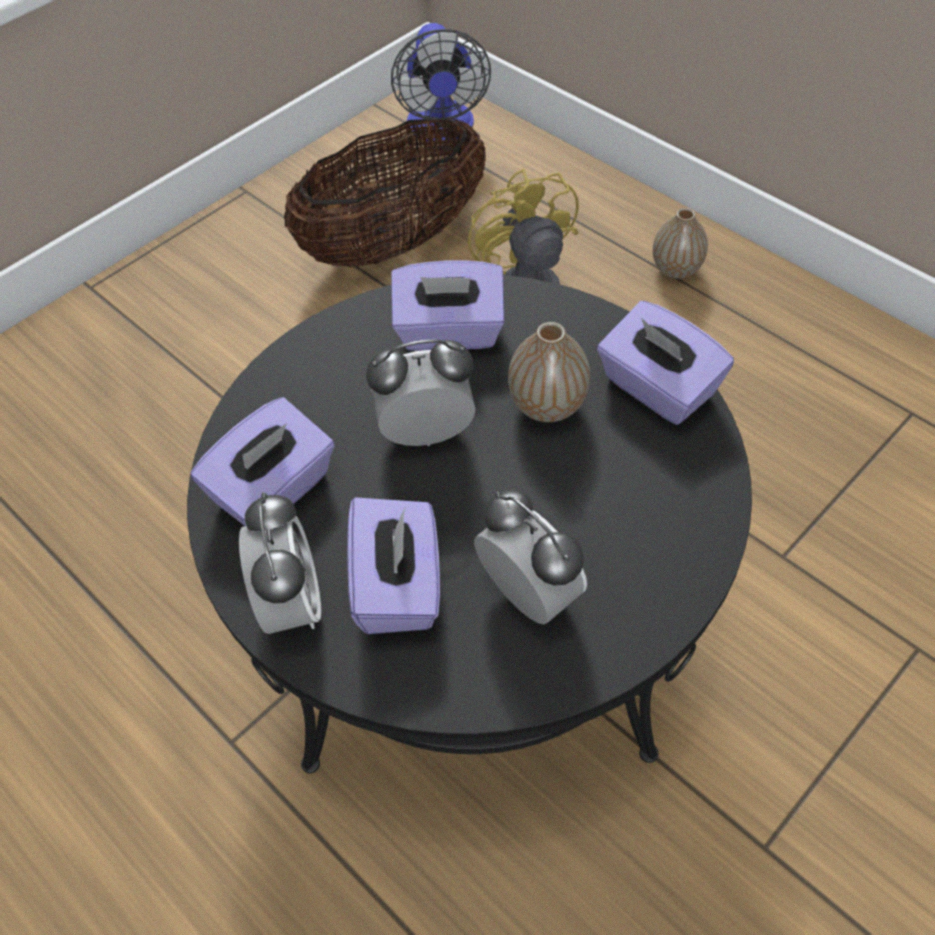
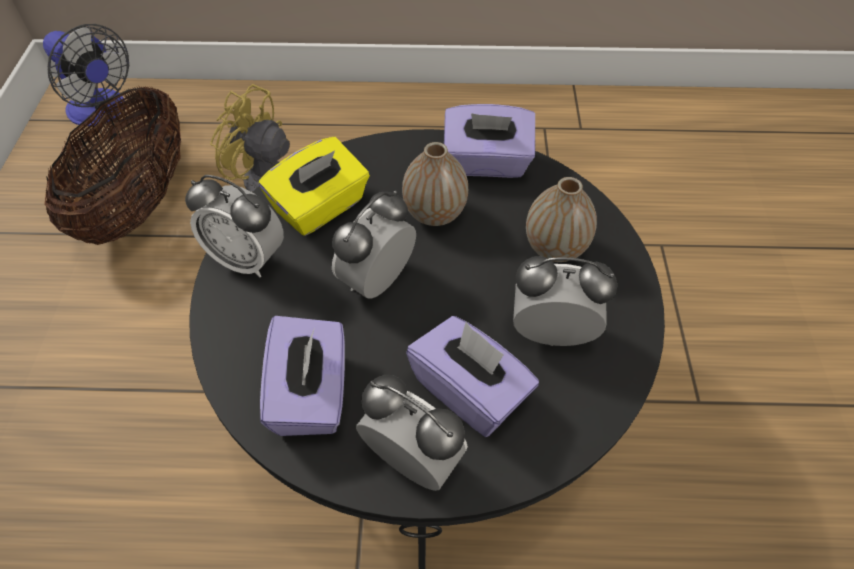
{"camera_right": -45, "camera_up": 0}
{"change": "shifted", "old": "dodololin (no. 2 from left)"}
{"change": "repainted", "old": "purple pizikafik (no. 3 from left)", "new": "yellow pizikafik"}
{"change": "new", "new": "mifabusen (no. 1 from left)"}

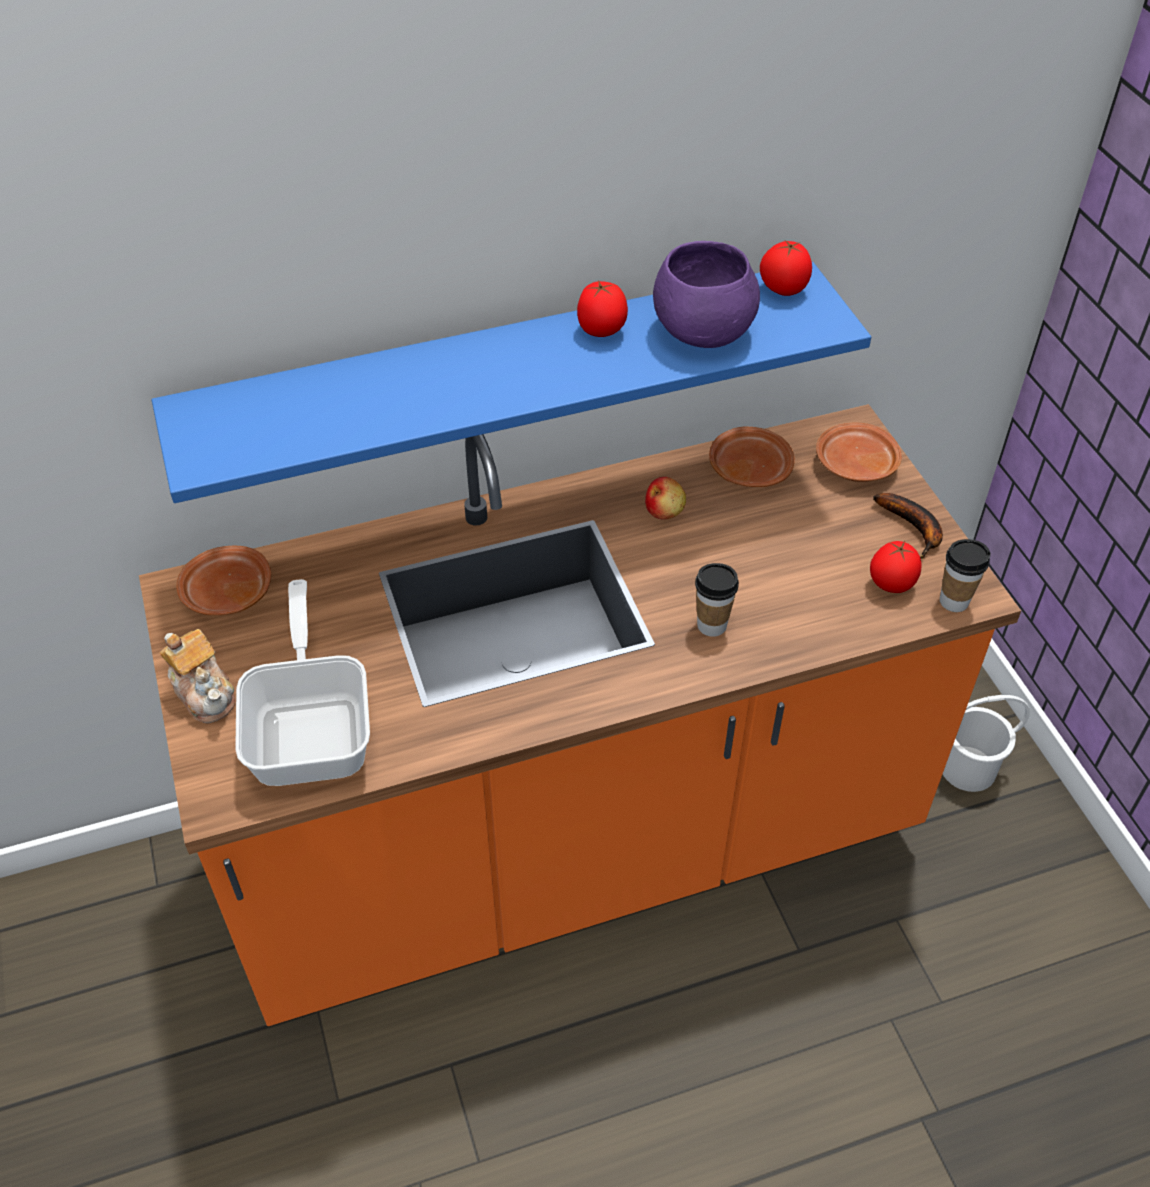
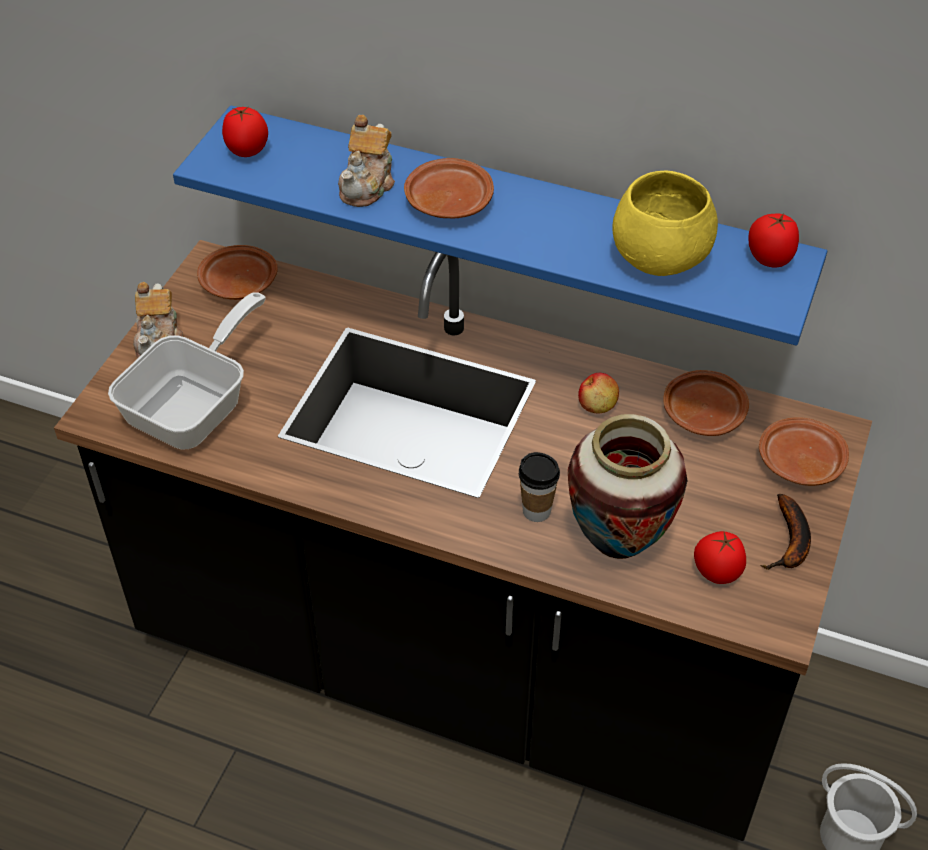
{"camera_right": 40, "camera_up": 0}
{"change": "repainted", "old": "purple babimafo", "new": "yellow babimafo"}
{"change": "shifted", "old": "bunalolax (no. 1 from left)"}
{"change": "repainted", "old": "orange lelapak", "new": "black lelapak"}
{"change": "gone", "old": "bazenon (no. 2 from left)"}
{"change": "new", "new": "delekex (no. 2 from left)"}
{"change": "new", "new": "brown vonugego (no. 2 from left)"}
{"change": "new", "new": "dodololin"}

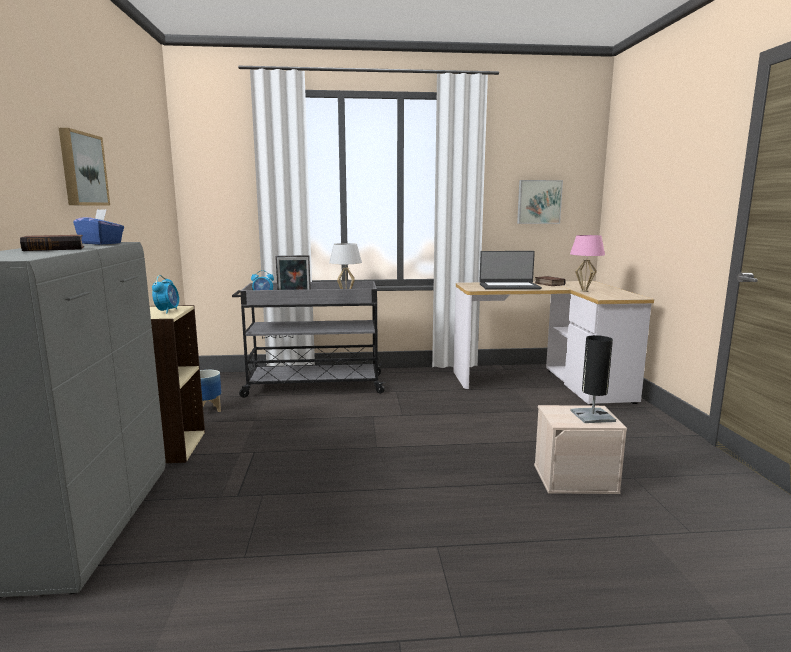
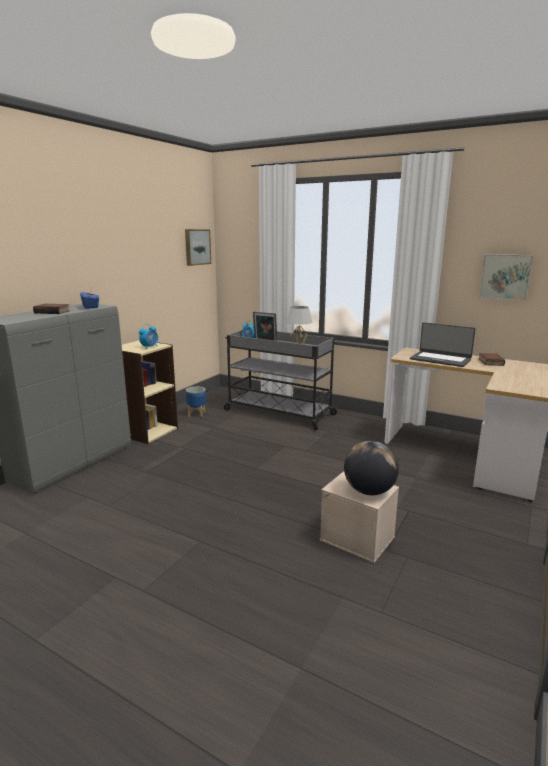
{"camera_right": 35, "camera_up": 5}
{"change": "shifted", "old": "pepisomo (no. 1 from left)"}
{"change": "gone", "old": "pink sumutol"}
{"change": "swapped", "old": "black sumutol", "new": "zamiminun"}

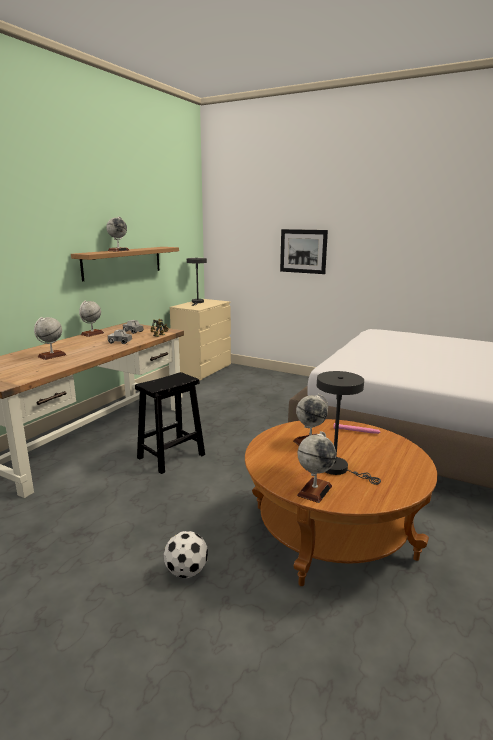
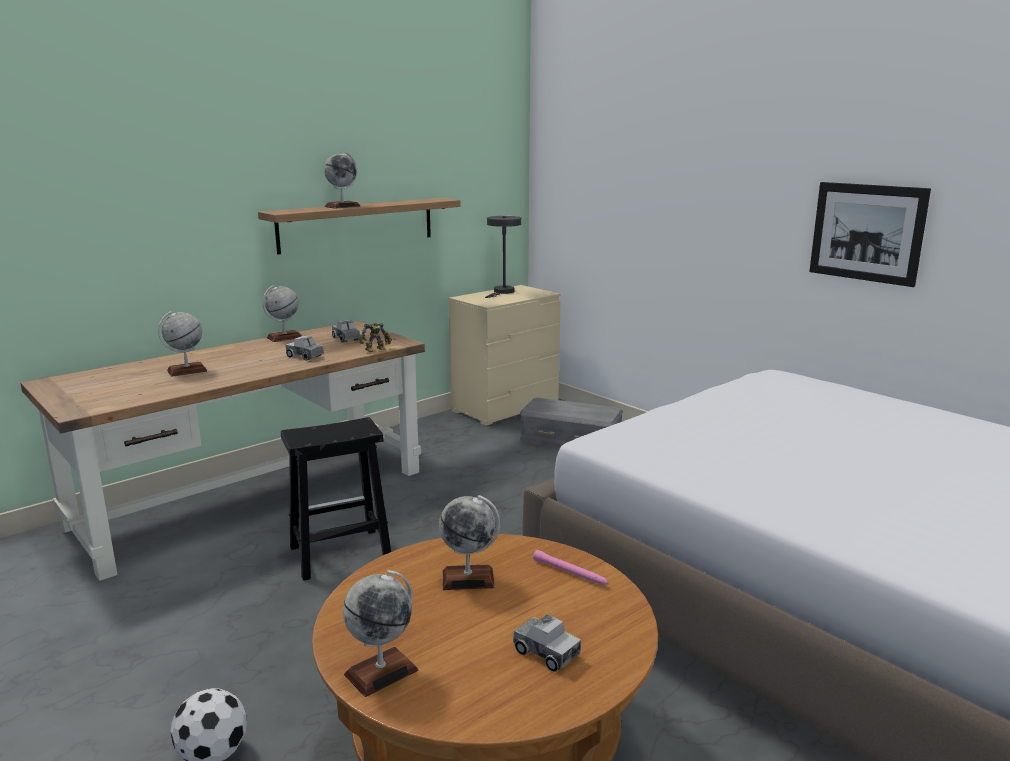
{"camera_right": 20, "camera_up": 0}
{"change": "shifted", "old": "pepisomo"}
{"change": "gone", "old": "grey sumutol (no. 2 from left)"}
{"change": "new", "new": "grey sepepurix"}
{"change": "new", "new": "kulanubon (no. 3 from left)"}

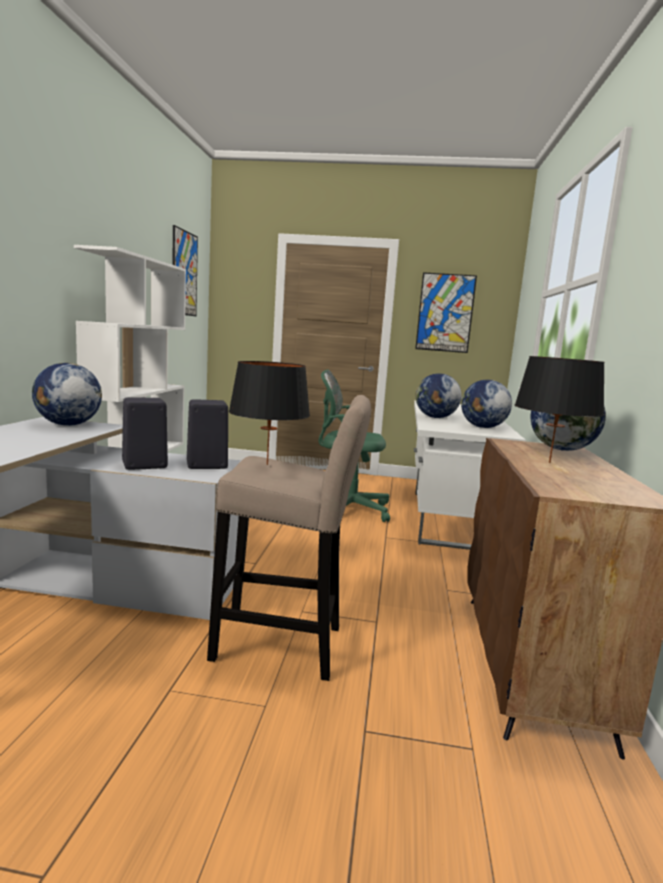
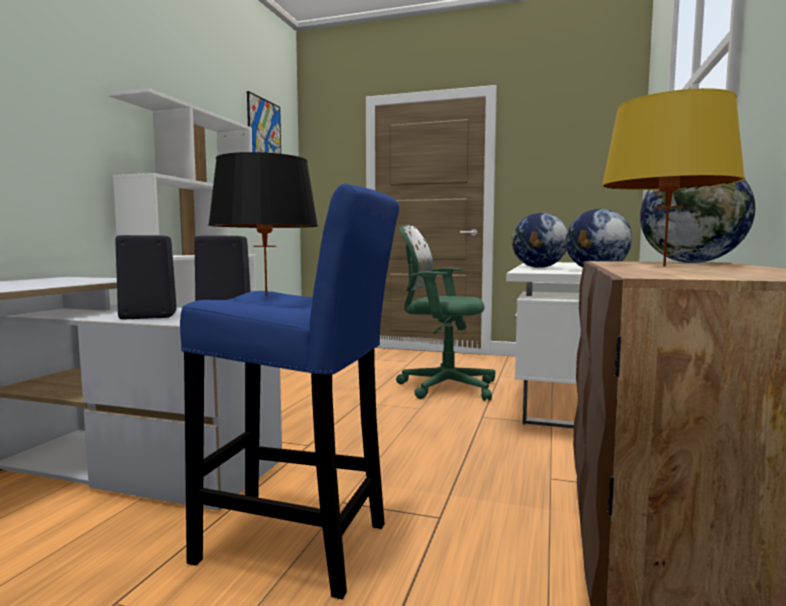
{"camera_right": 10, "camera_up": -5}
{"change": "gone", "old": "pepisomo (no. 2 from left)"}
{"change": "repainted", "old": "black sumutol (no. 2 from left)", "new": "yellow sumutol"}
{"change": "gone", "old": "zamiminun (no. 1 from left)"}
{"change": "repainted", "old": "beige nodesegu", "new": "blue nodesegu"}

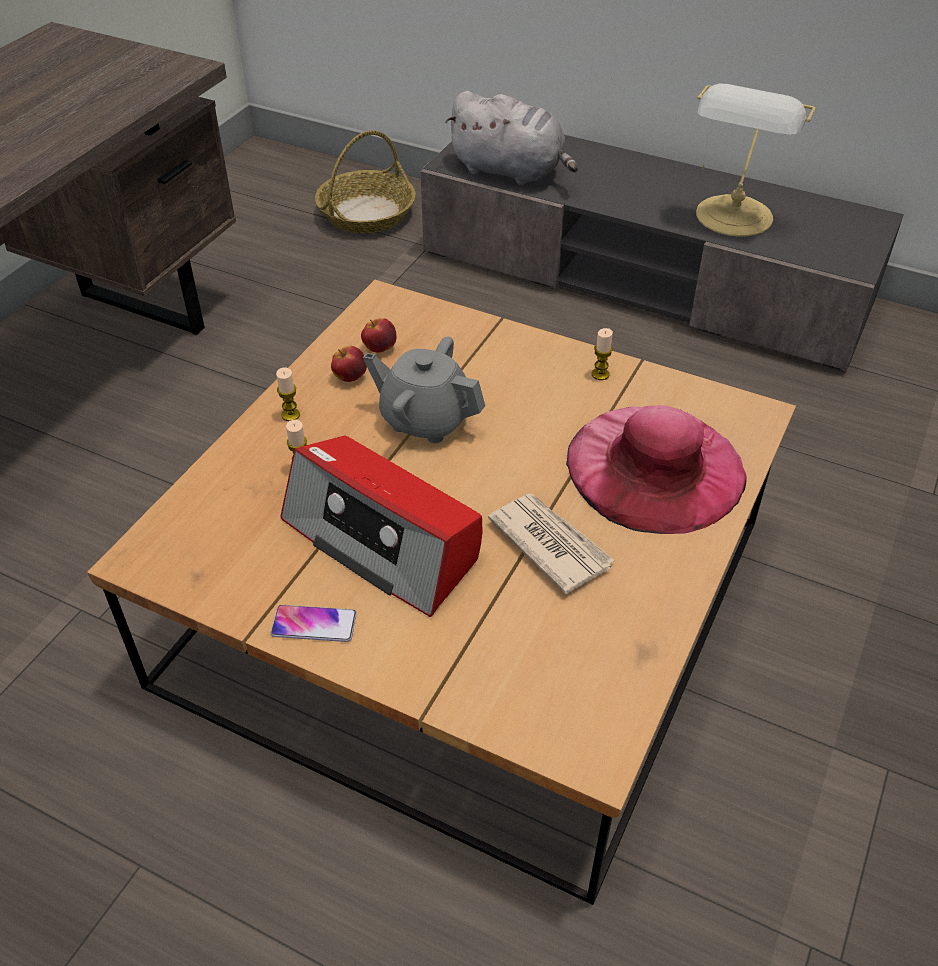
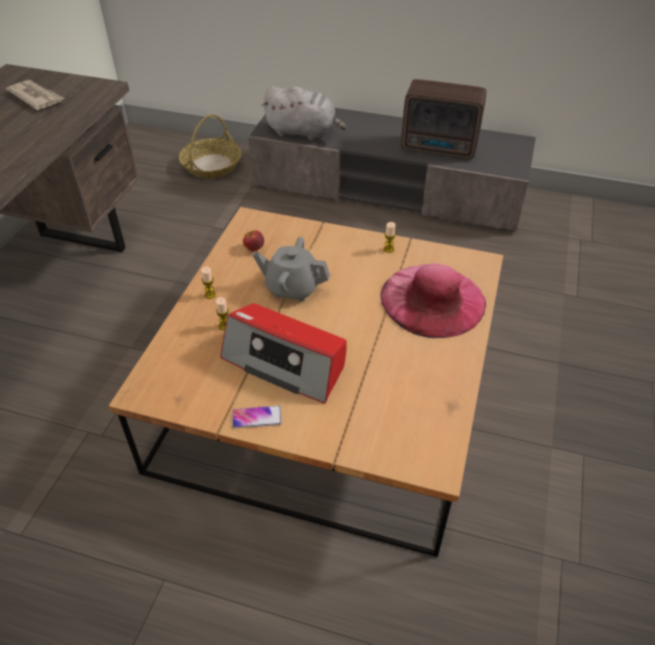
{"camera_right": -10, "camera_up": 0}
{"change": "swapped", "old": "sumutol", "new": "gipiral (no. 2 from left)"}
{"change": "gone", "old": "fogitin (no. 1 from left)"}
{"change": "shifted", "old": "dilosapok"}

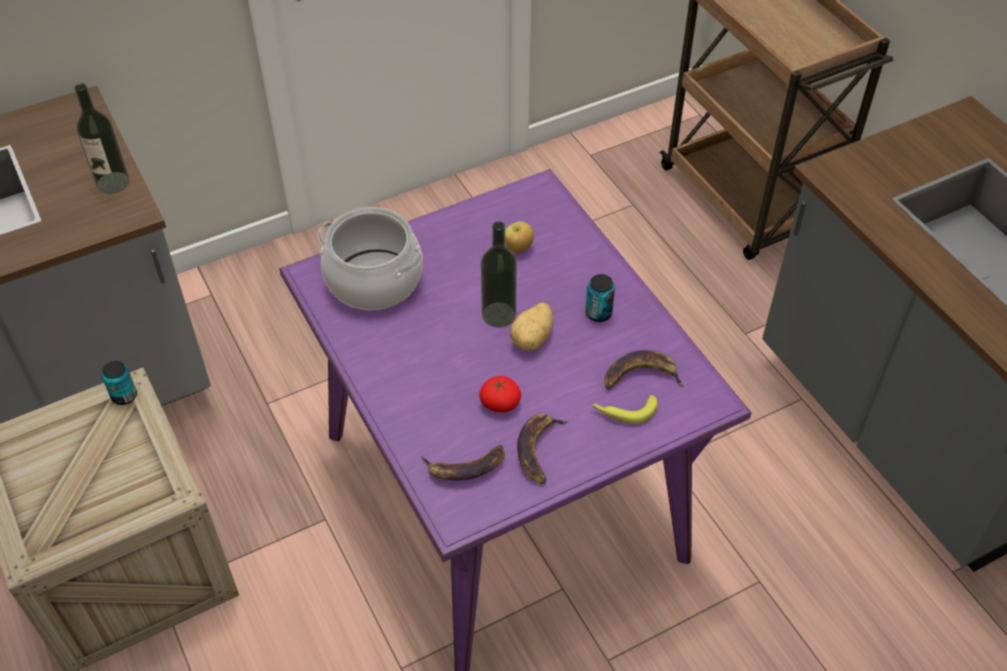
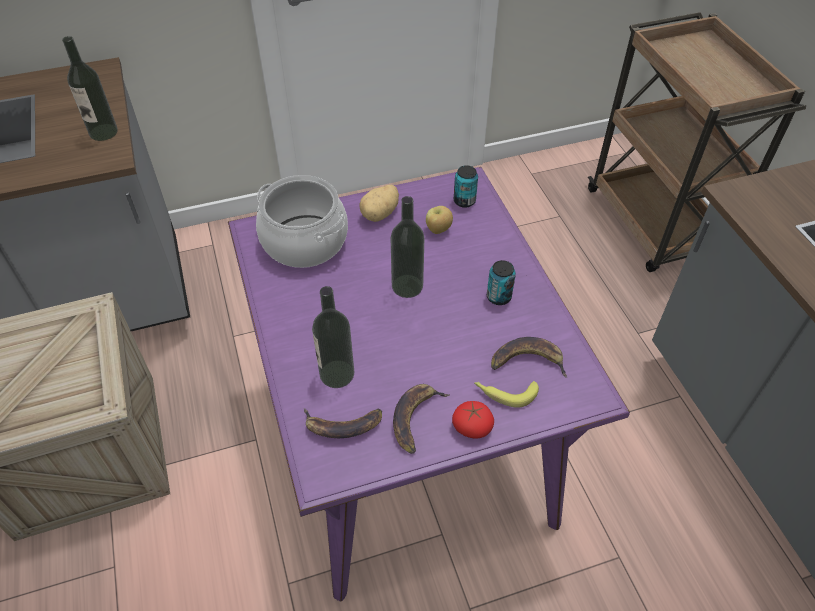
{"camera_right": 10, "camera_up": 0}
{"change": "shifted", "old": "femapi"}
{"change": "shifted", "old": "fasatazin (no. 1 from left)"}
{"change": "shifted", "old": "bunalolax"}
{"change": "new", "new": "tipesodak (no. 2 from left)"}

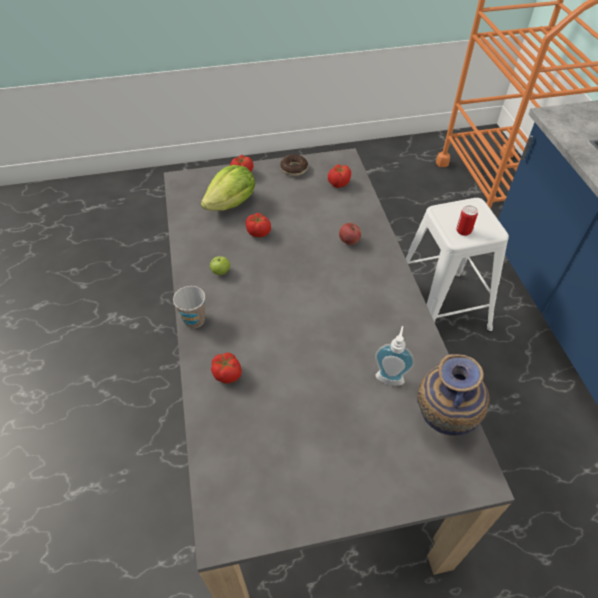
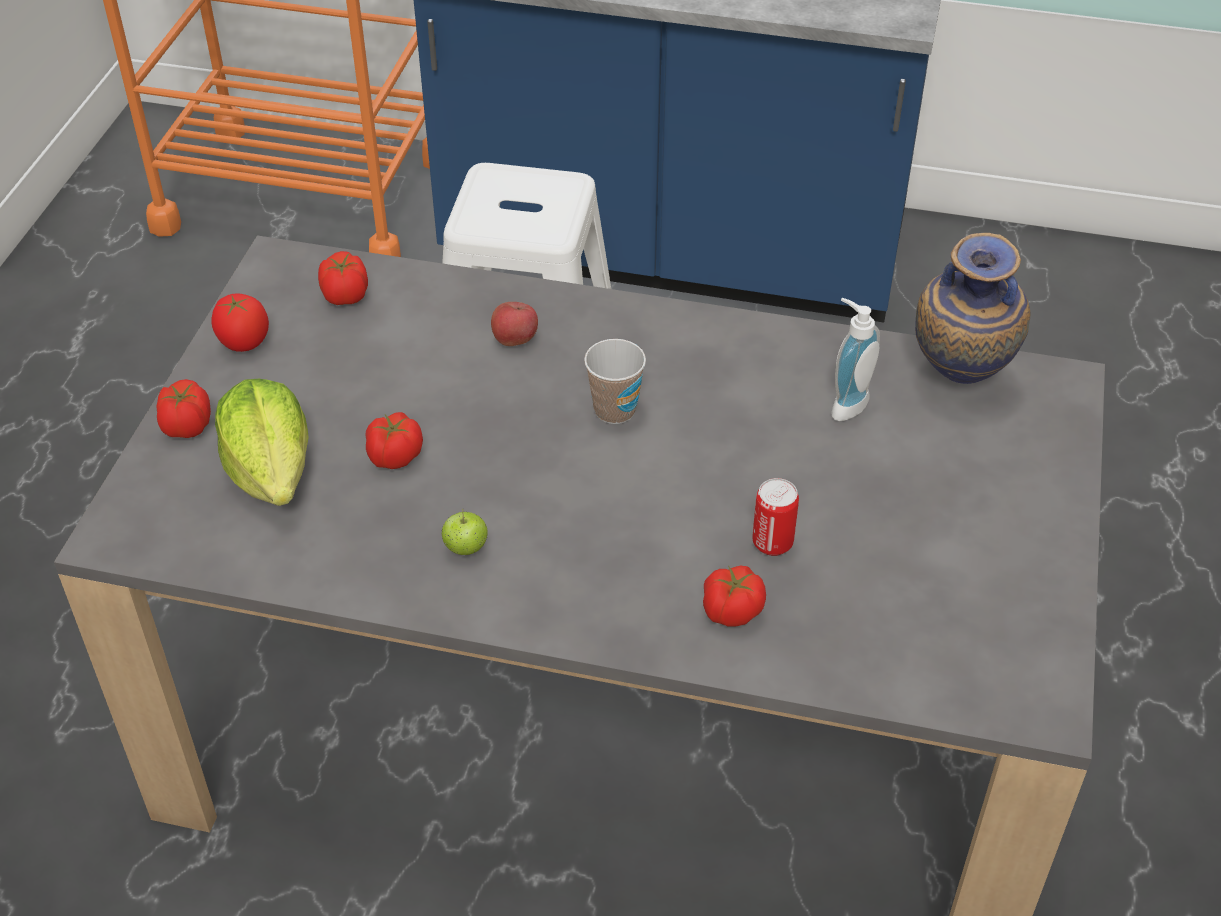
{"camera_right": -65, "camera_up": -5}
{"change": "swapped", "old": "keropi", "new": "bunalolax (no. 2 from left)"}
{"change": "shifted", "old": "fasatazin"}
{"change": "shifted", "old": "bazenon"}

